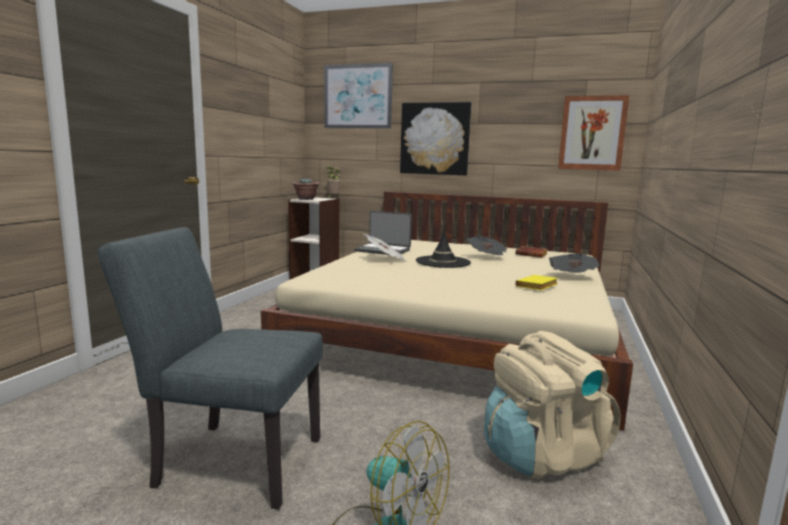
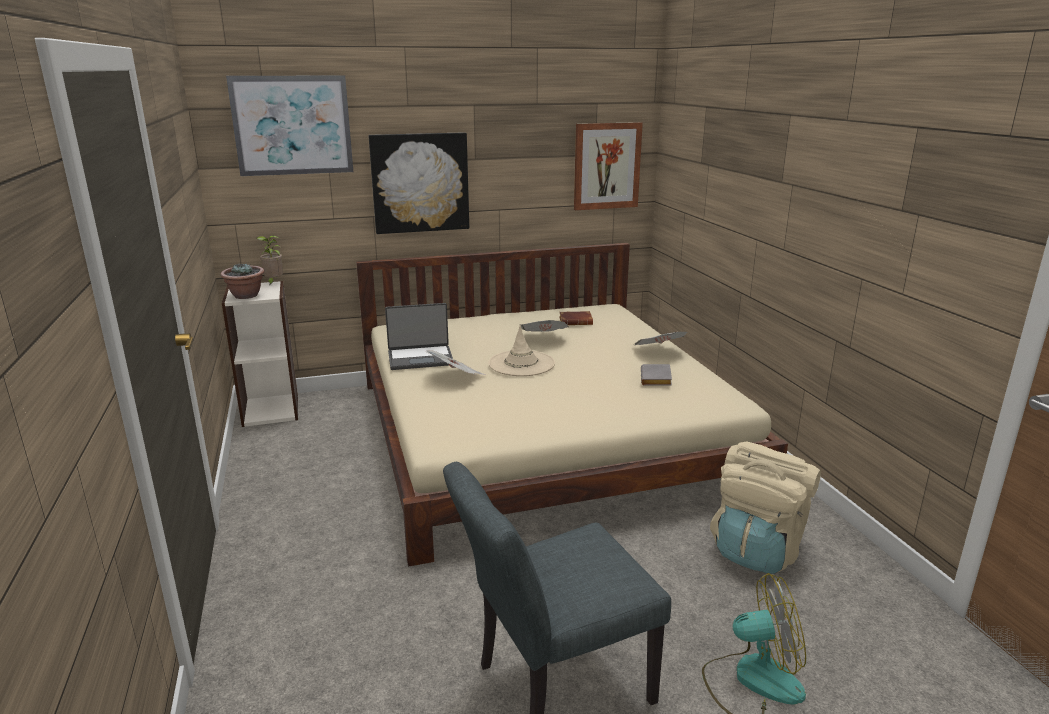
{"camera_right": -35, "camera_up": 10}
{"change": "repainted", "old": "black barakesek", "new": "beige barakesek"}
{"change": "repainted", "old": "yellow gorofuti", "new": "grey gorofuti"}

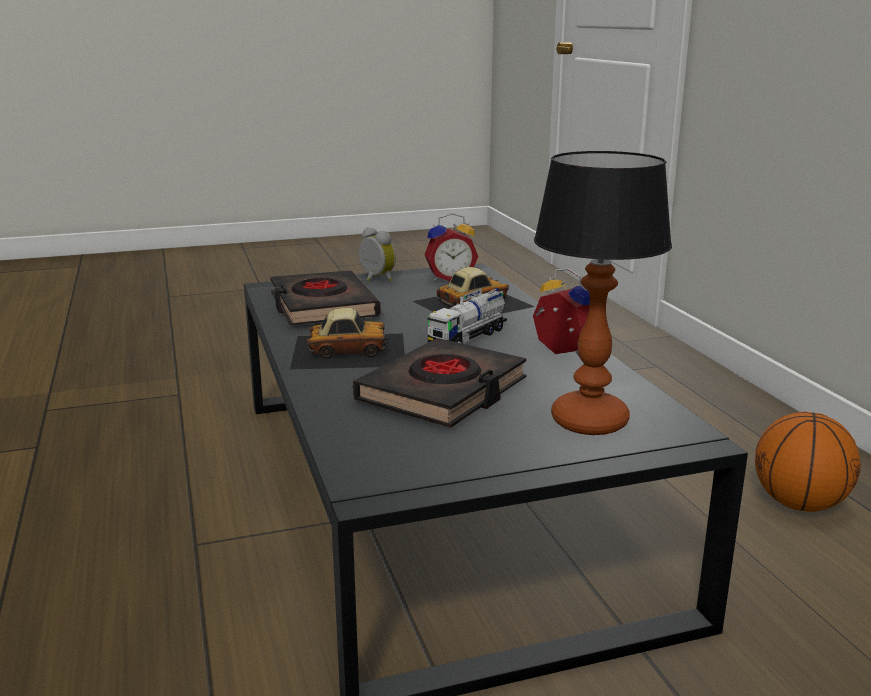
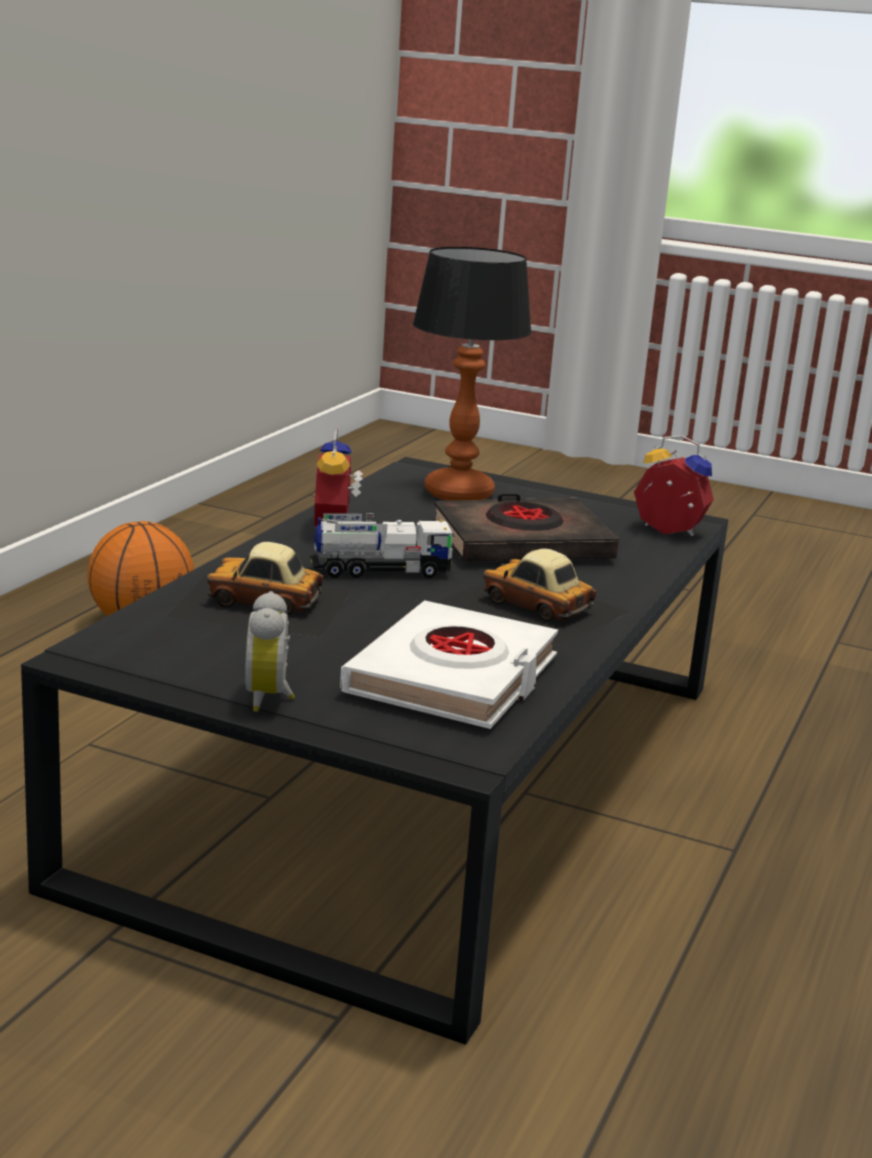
{"camera_right": -140, "camera_up": 0}
{"change": "shifted", "old": "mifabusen (no. 2 from left in the first image)", "new": "mifabusen (no. 3 from left)"}
{"change": "repainted", "old": "black gorofuti (no. 1 from left)", "new": "white gorofuti"}

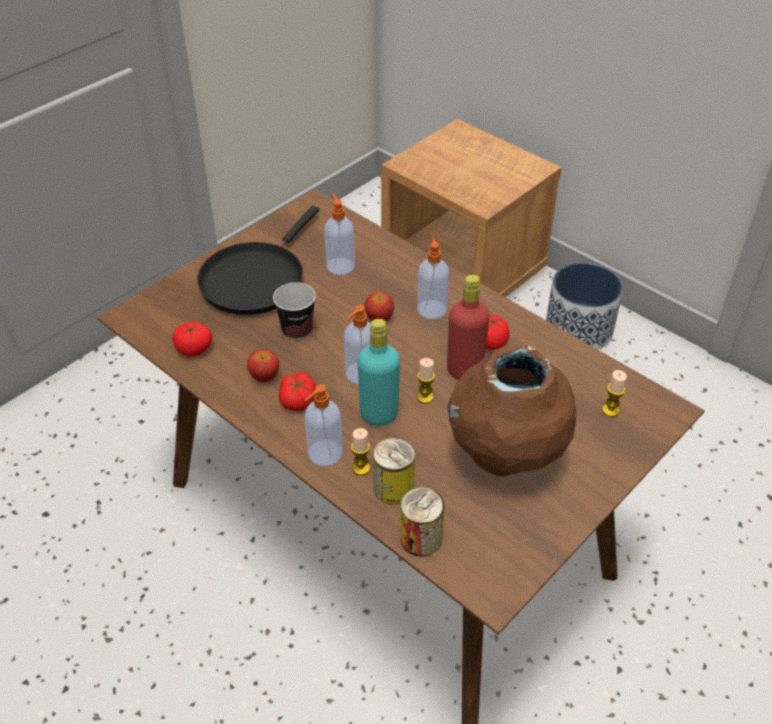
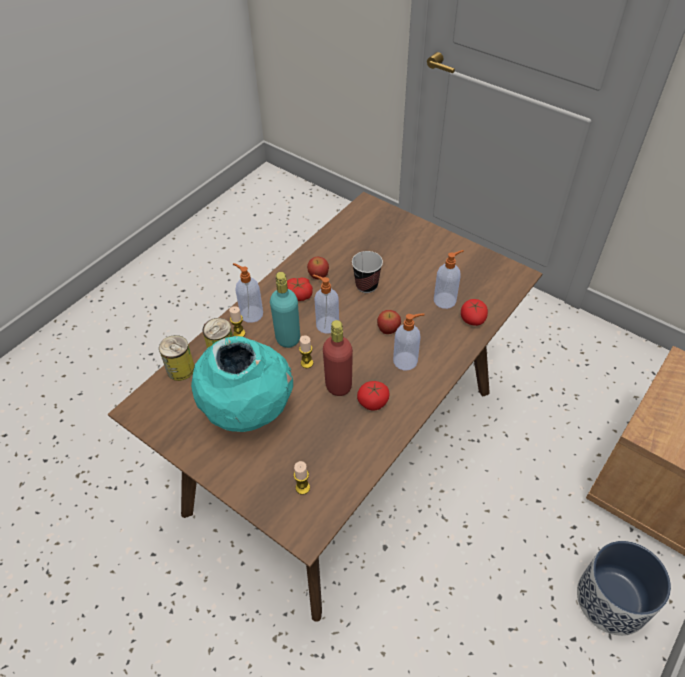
{"camera_right": 85, "camera_up": 5}
{"change": "gone", "old": "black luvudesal"}
{"change": "shifted", "old": "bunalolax (no. 1 from left in the first image)", "new": "bunalolax (no. 3 from left)"}
{"change": "repainted", "old": "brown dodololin", "new": "turquoise dodololin"}

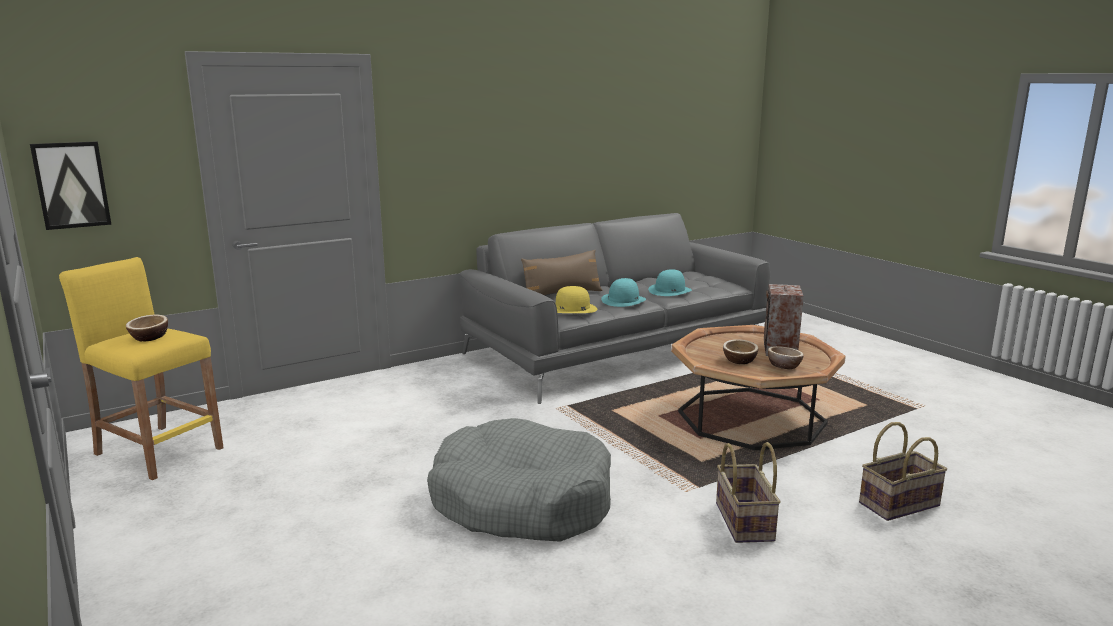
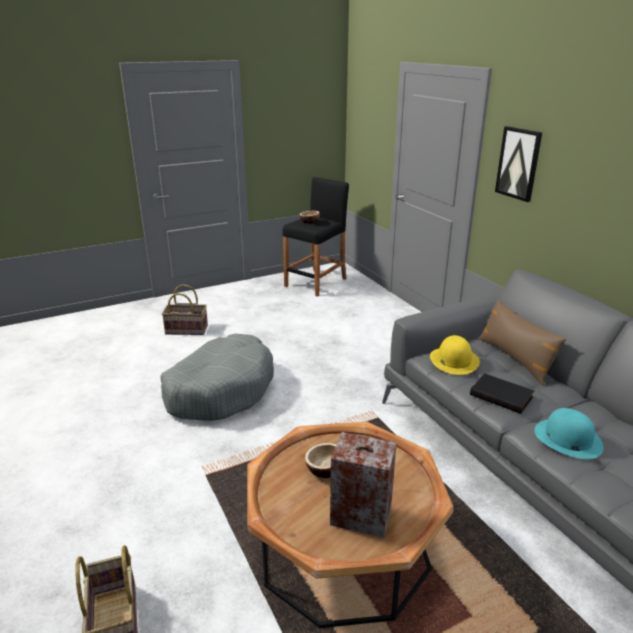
{"camera_right": 95, "camera_up": 10}
{"change": "shifted", "old": "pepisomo"}
{"change": "repainted", "old": "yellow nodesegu", "new": "black nodesegu"}
{"change": "swapped", "old": "turquoise barakesek (no. 1 from left)", "new": "black gorofuti"}
{"change": "gone", "old": "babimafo (no. 3 from left)"}
{"change": "shifted", "old": "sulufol (no. 1 from left in the first image)", "new": "sulufol (no. 2 from left)"}

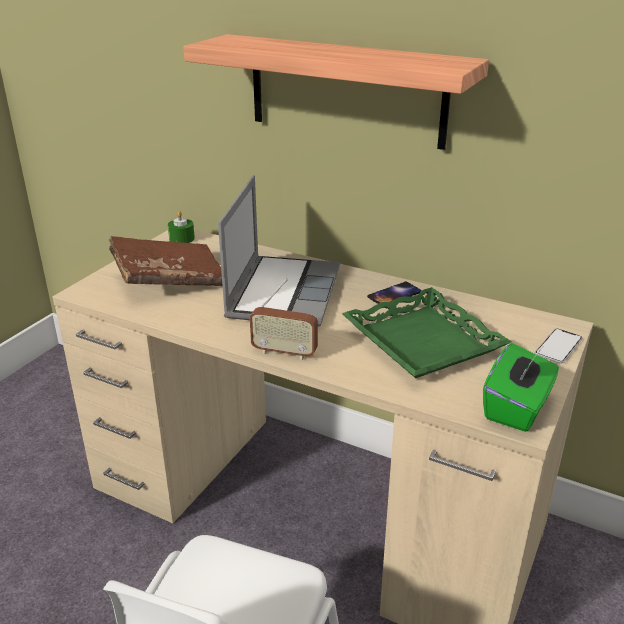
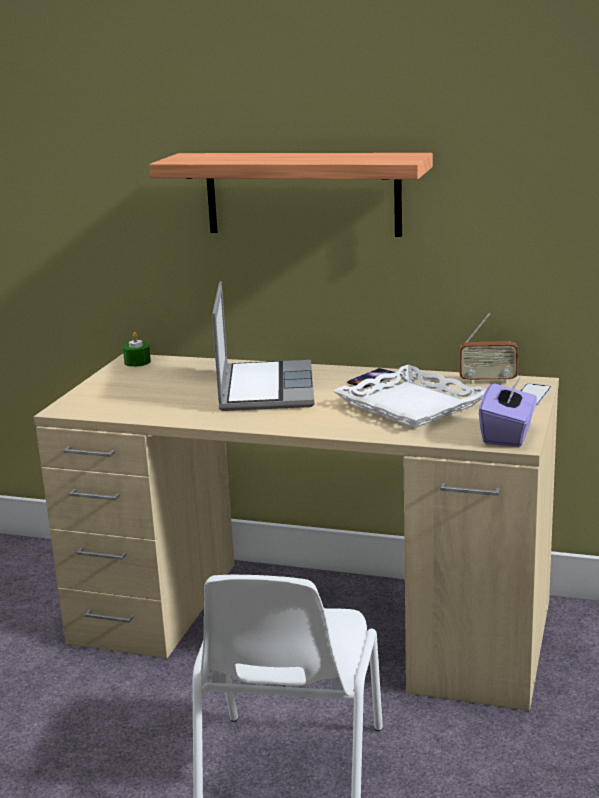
{"camera_right": -10, "camera_up": -10}
{"change": "gone", "old": "brown gorofuti"}
{"change": "shifted", "old": "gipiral"}
{"change": "repainted", "old": "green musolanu", "new": "white musolanu"}
{"change": "repainted", "old": "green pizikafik", "new": "purple pizikafik"}

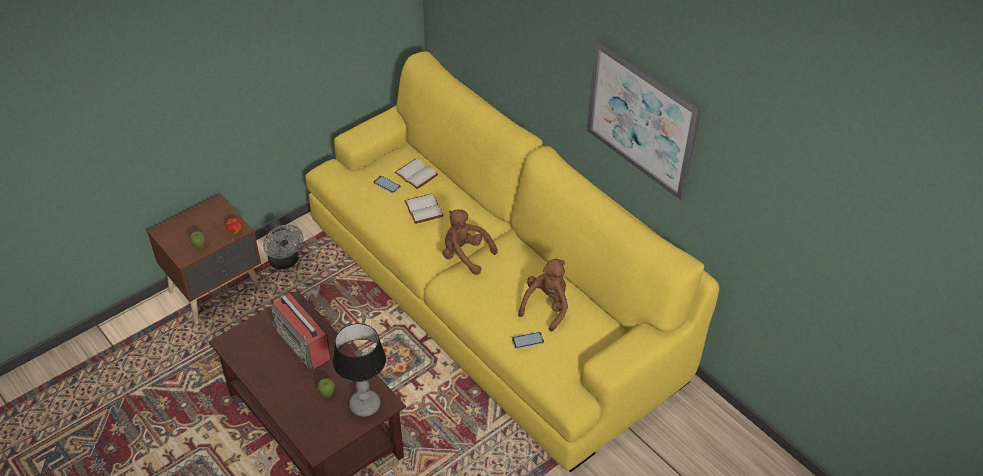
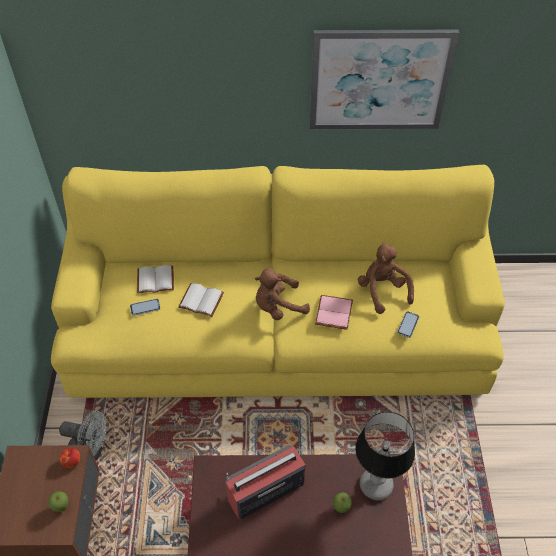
{"camera_right": -50, "camera_up": 5}
{"change": "rotated", "old": "gipiral", "degrees": 150}
{"change": "new", "new": "pink gorofuti"}

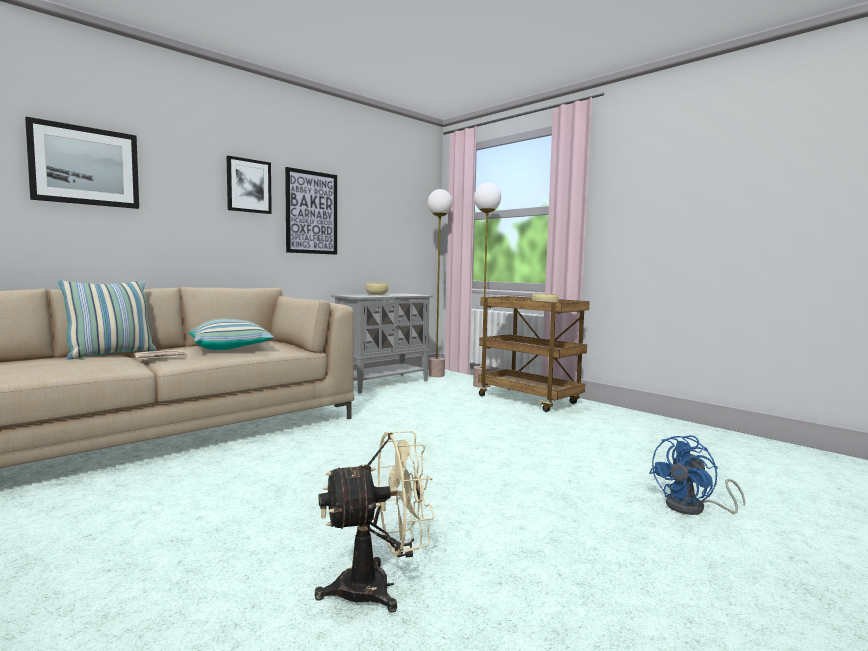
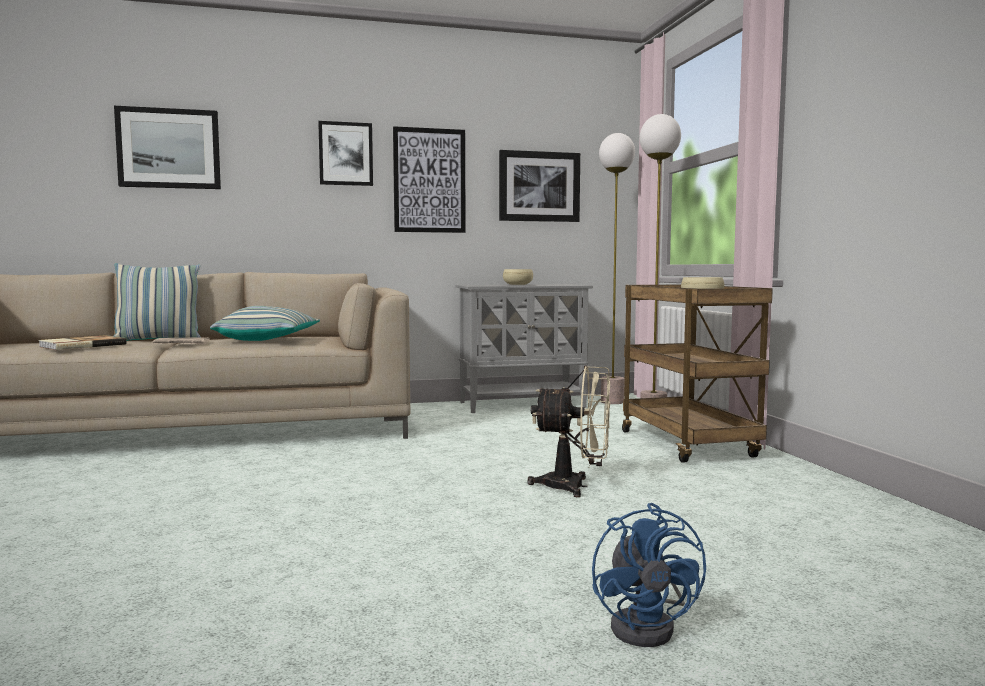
{"camera_right": 30, "camera_up": 0}
{"change": "shifted", "old": "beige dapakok"}
{"change": "rotated", "old": "blue dapakok", "degrees": -90}
{"change": "new", "new": "pepisomo (no. 4 from left)"}
{"change": "new", "new": "gorofuti"}

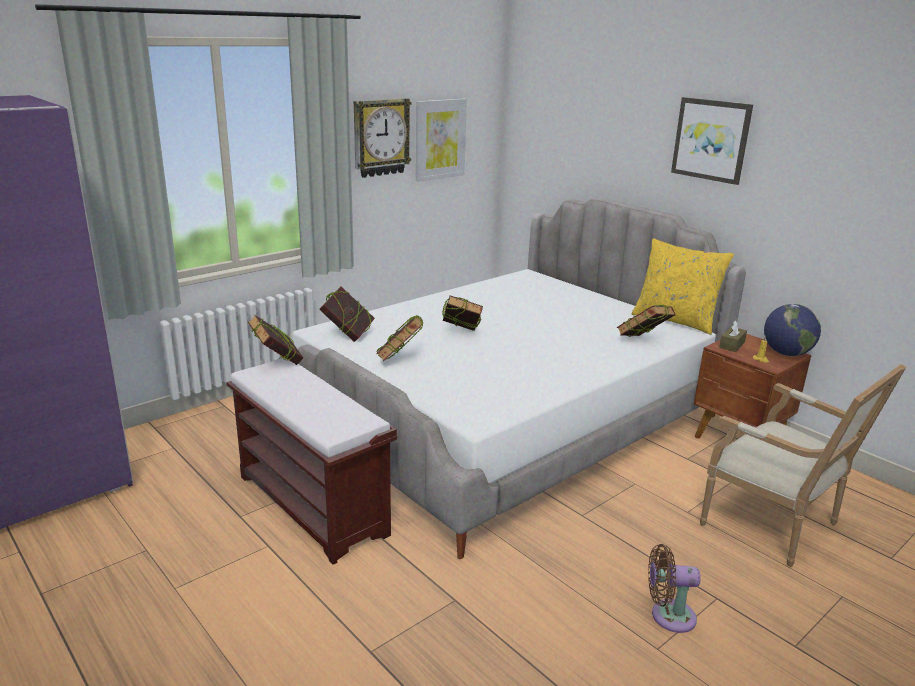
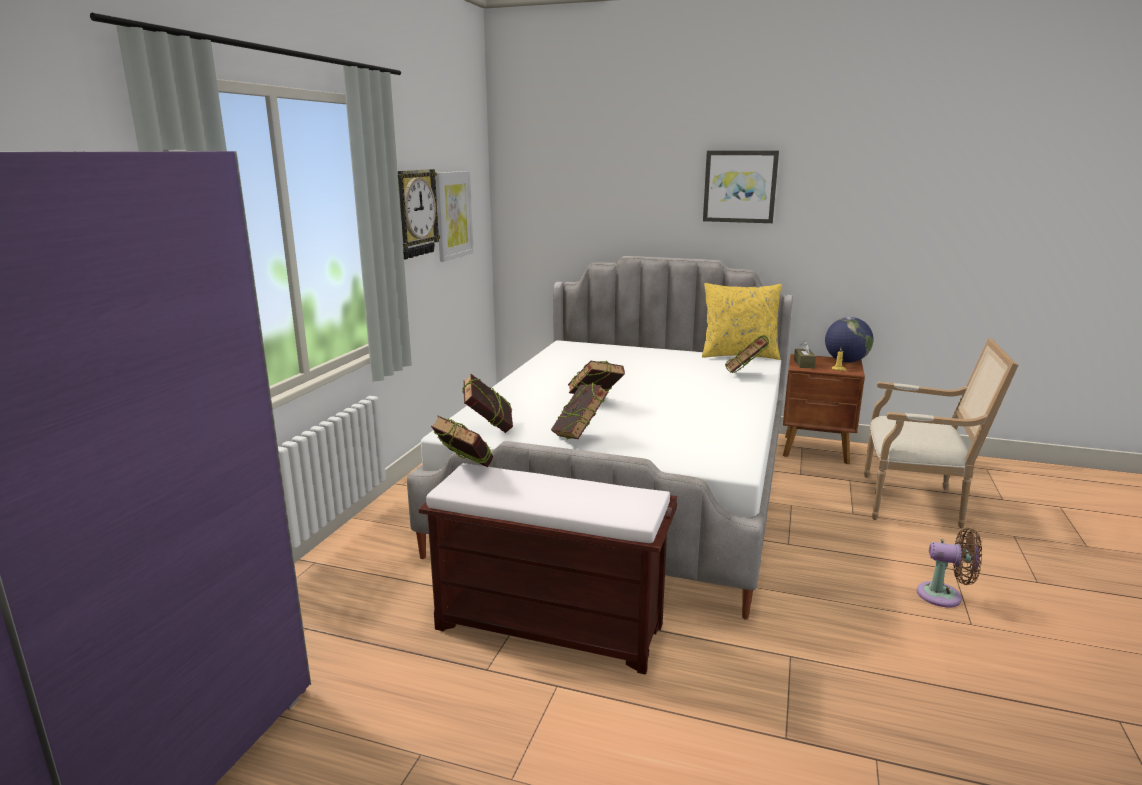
{"camera_right": -30, "camera_up": -5}
{"change": "rotated", "old": "brown dapakok", "degrees": -135}

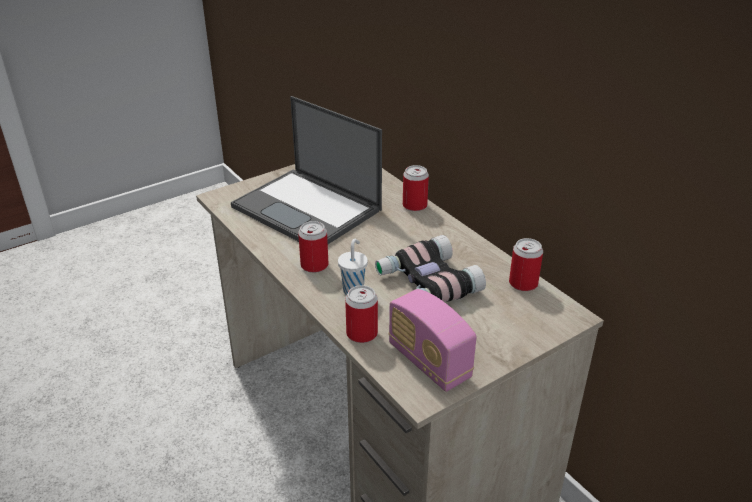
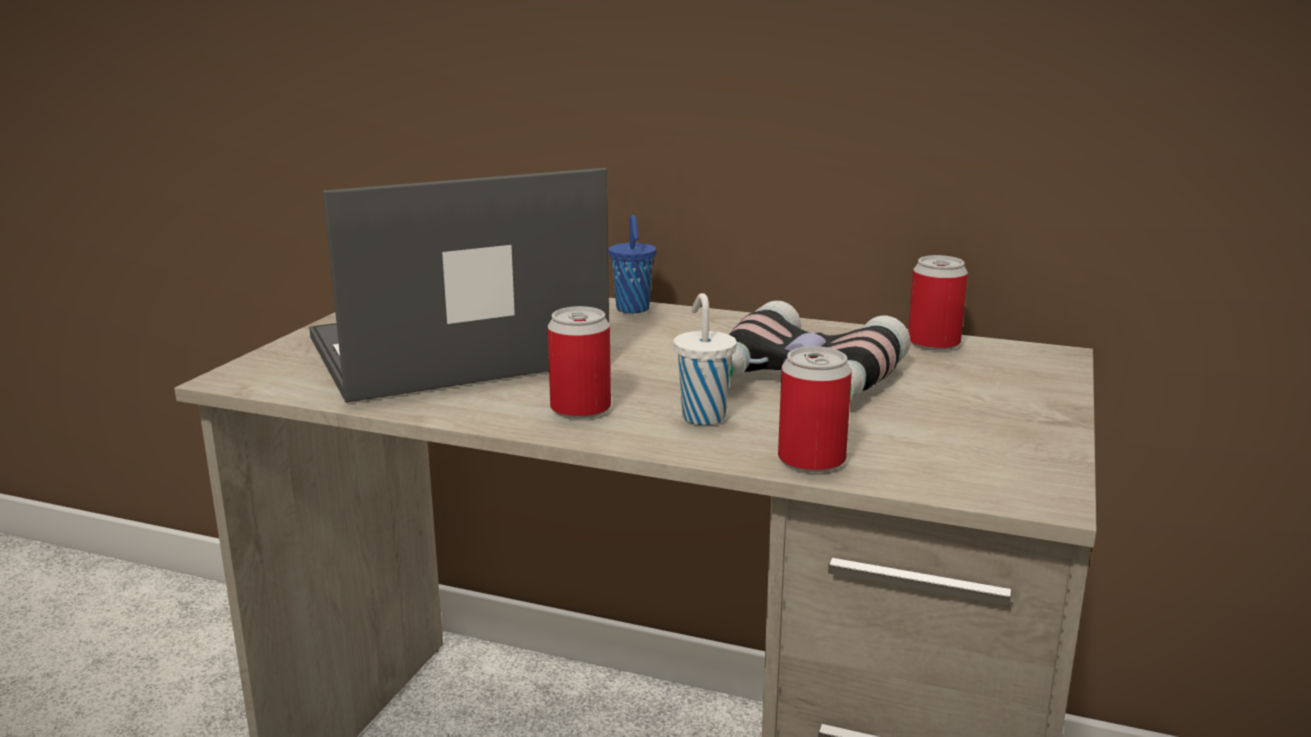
{"camera_right": -35, "camera_up": -15}
{"change": "rotated", "old": "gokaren", "degrees": 150}
{"change": "swapped", "old": "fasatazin (no. 3 from left)", "new": "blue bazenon"}
{"change": "gone", "old": "gipiral"}

